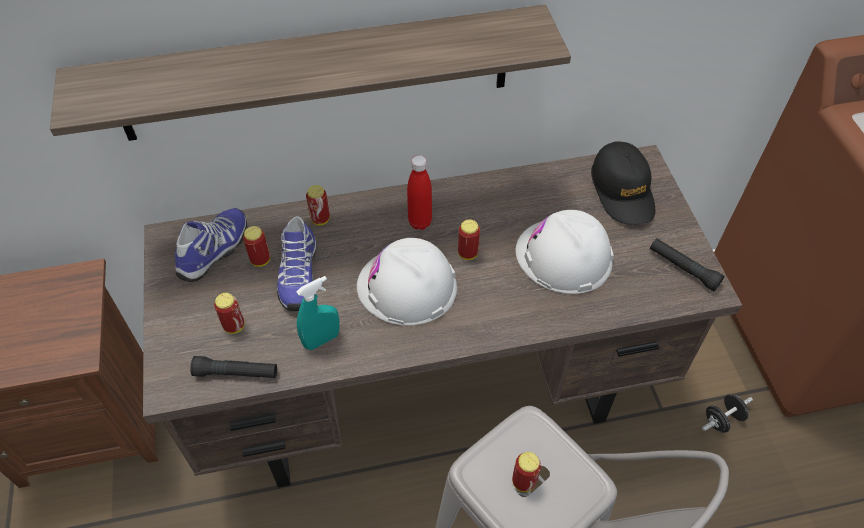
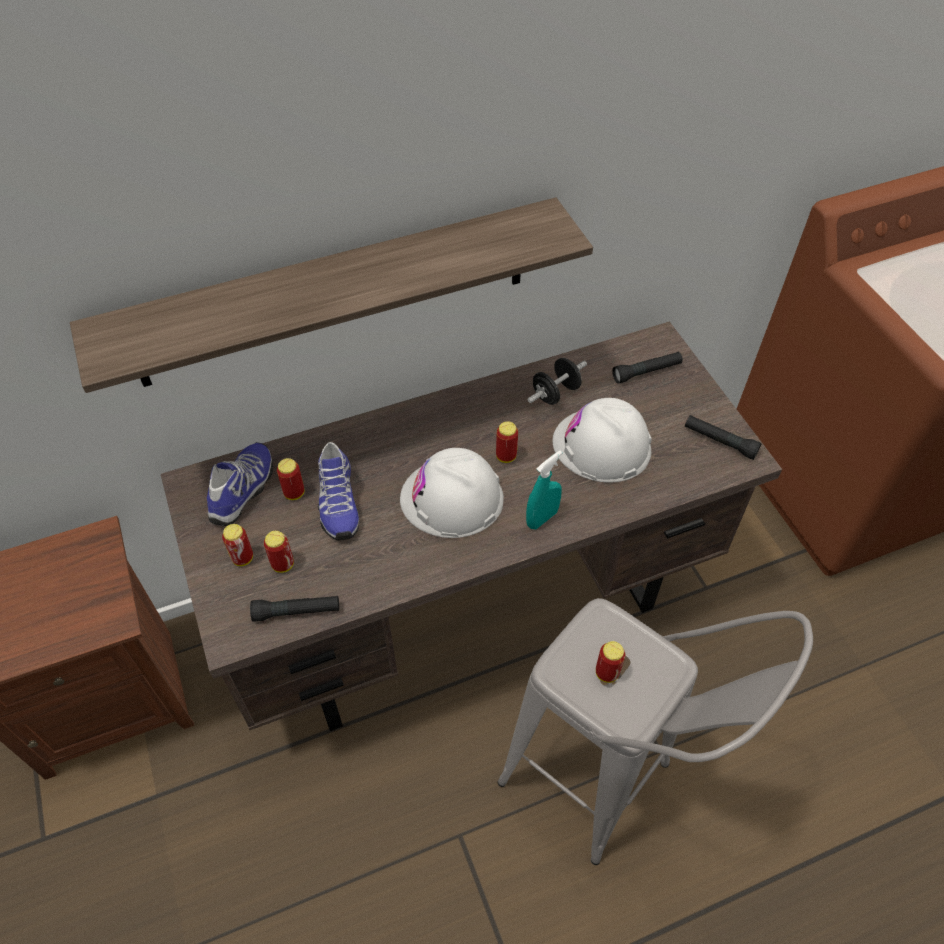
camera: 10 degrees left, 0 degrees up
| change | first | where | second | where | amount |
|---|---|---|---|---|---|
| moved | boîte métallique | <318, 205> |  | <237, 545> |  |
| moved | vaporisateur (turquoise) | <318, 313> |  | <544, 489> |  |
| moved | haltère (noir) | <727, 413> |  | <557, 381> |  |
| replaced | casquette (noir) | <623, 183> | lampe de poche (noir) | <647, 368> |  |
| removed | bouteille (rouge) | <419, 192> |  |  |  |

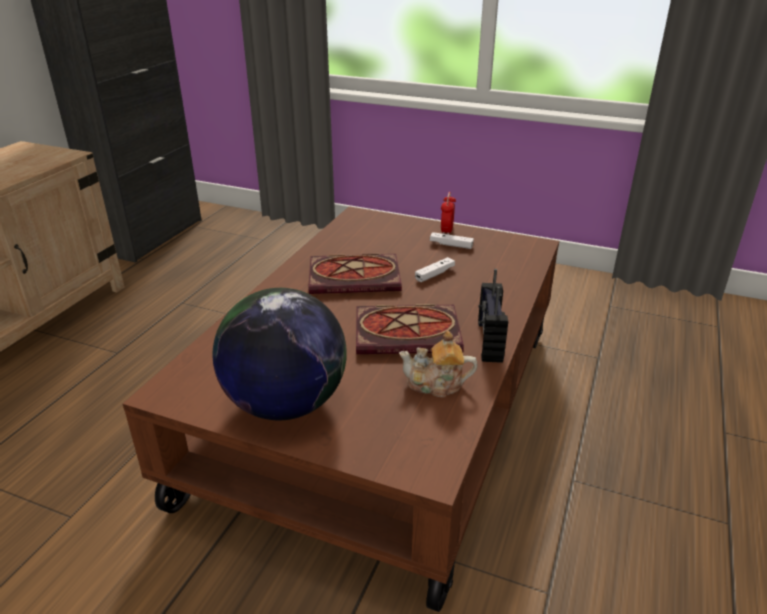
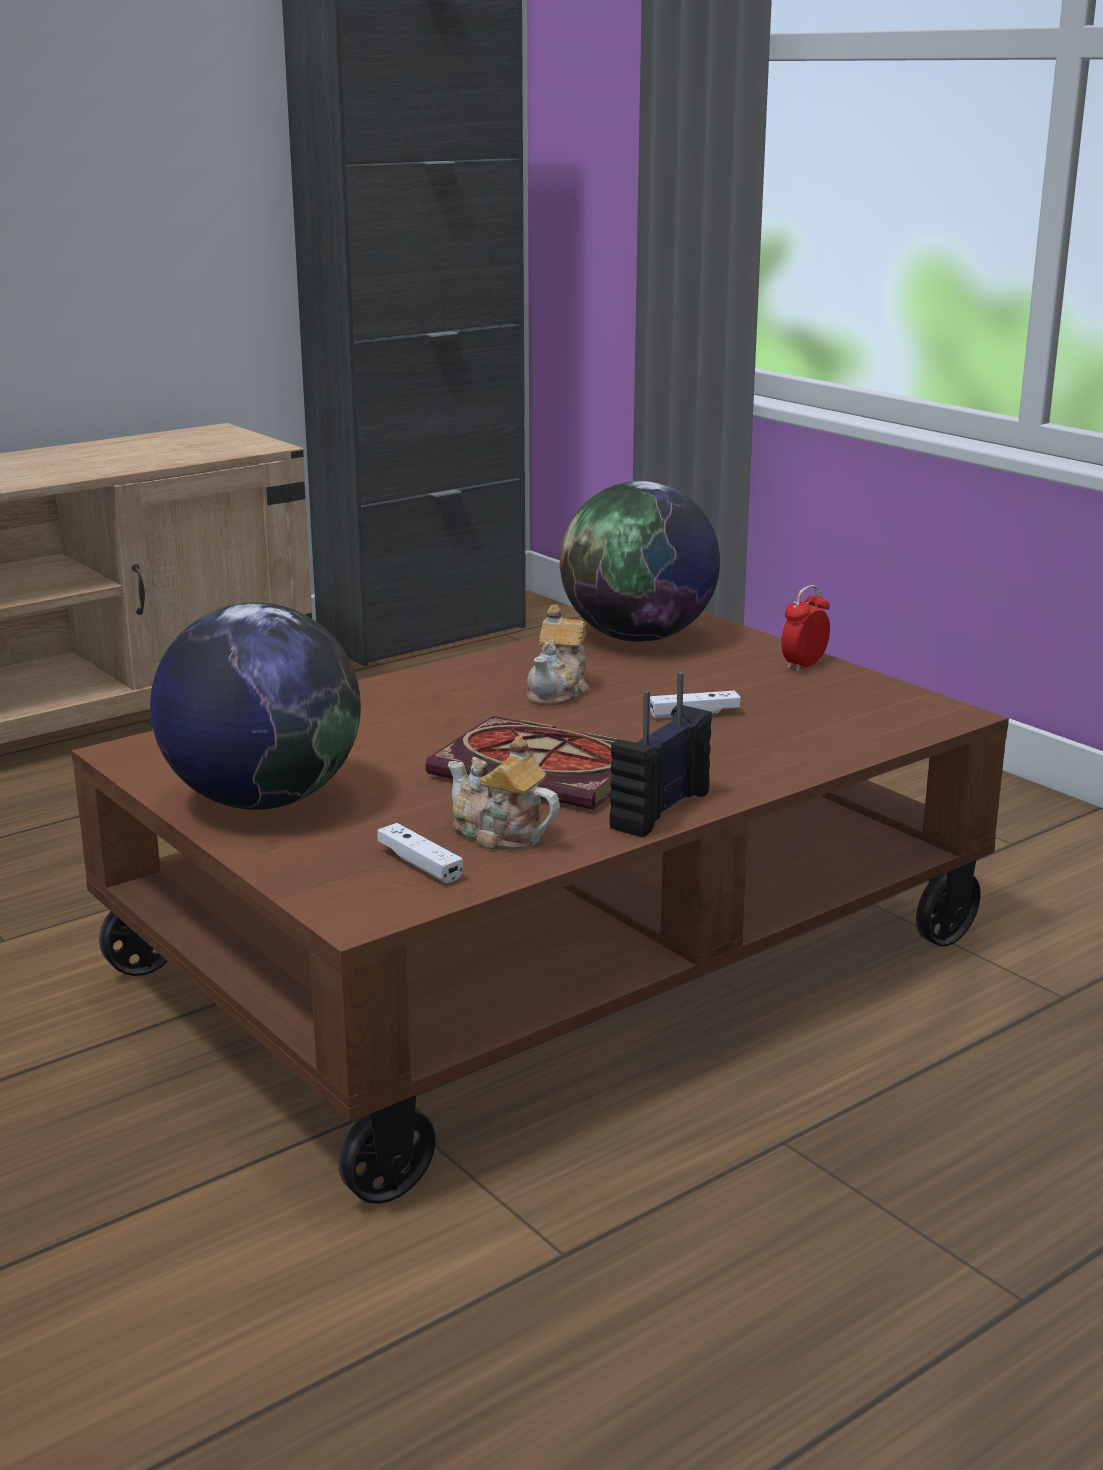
camera: 30 degrees right, 10 degrees down
| change | first | where | second | where | amount |
|---|---|---|---|---|---|
| moved | manette (blanc) | <452, 240> |  | <420, 853> |  |
| replaced | livre | <355, 273> | théière | <558, 655> |  |
| added |  |  | globe | <640, 561> |  |

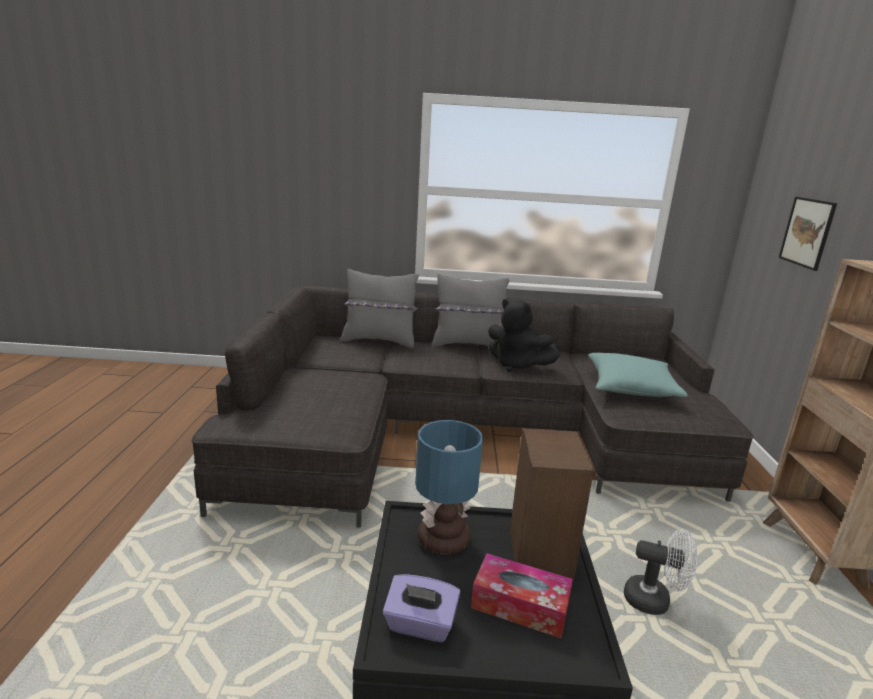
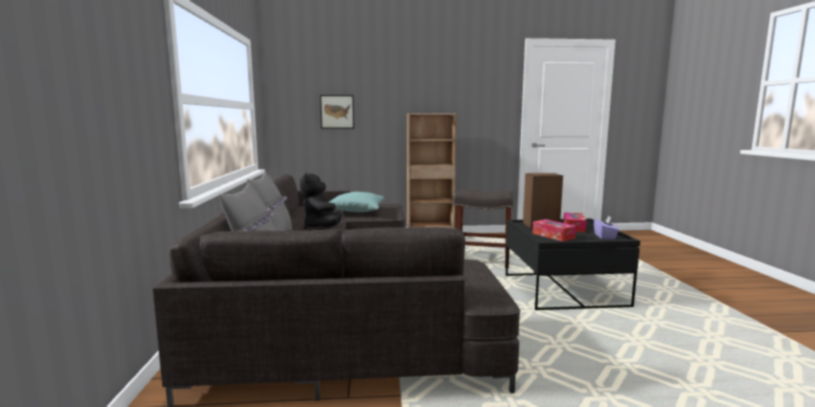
camera: 95 degrees left, 10 degrees down
| change | first | where | second | where | amount |
|---|---|---|---|---|---|
| turned | peluche (noir) | <524, 335> |  | <321, 201> | 135 degrees clockwise |
| replaced | ventilateur (blanc) | <660, 572> | tabouret (gris) | <483, 228> |  |
| replaced | lampe de table | <449, 487> | boîte à mouchoirs | <554, 230> |  |

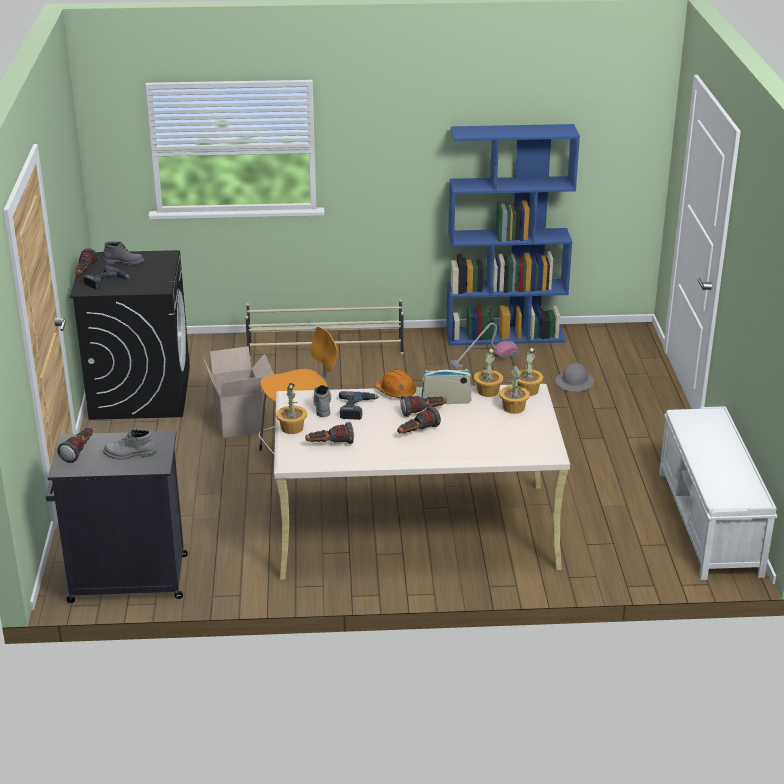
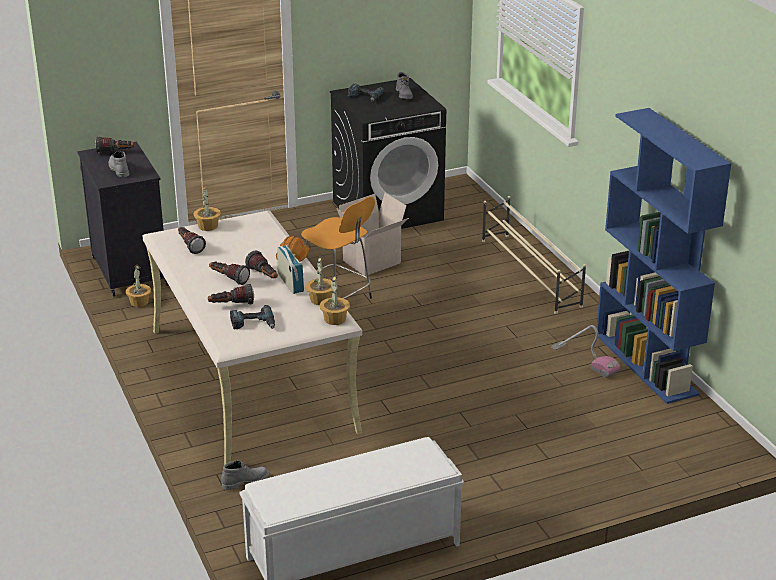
camera: 70 degrees right, 0 degrees up
| change | first | where | second | where | amount |
|---|---|---|---|---|---|
| moved | plante en pot | <514, 388> |  | <138, 285> |  |
| moved | lampe de poche | <87, 261> |  | <231, 294> |  |
| moved | botte (gris) | <322, 401> |  | <245, 475> |  |
| moved | perceuse | <359, 405> |  | <252, 317> |  |
| removed | casque de chantier (gris) | <575, 377> |  |  |  |

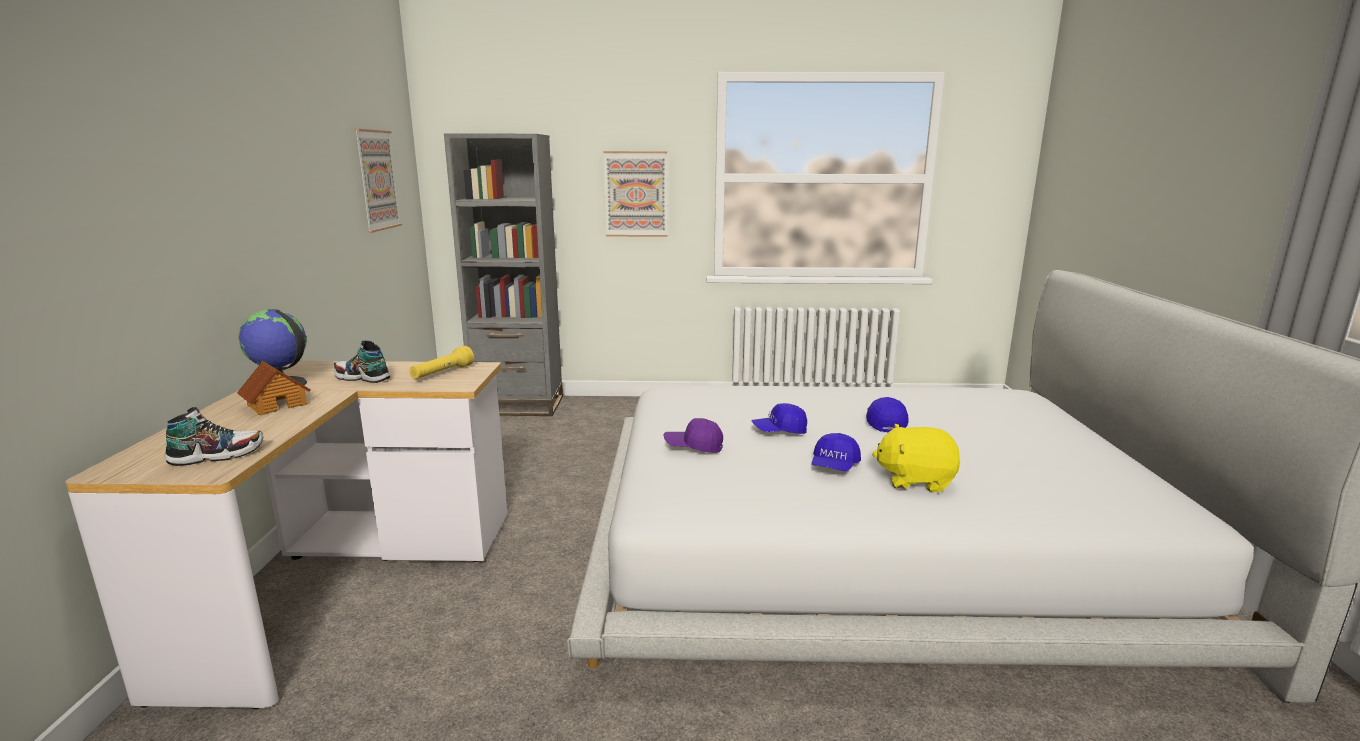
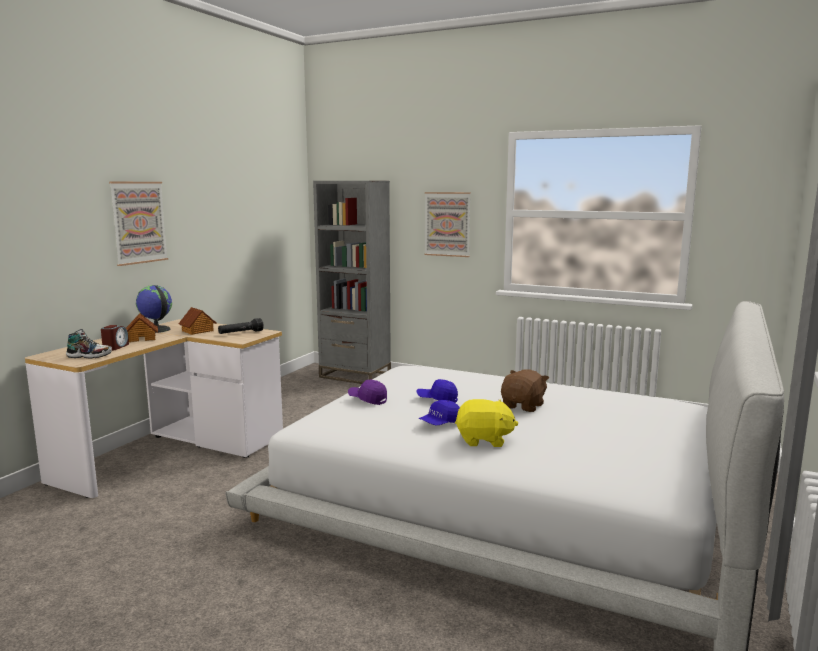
camera: 25 degrees right, 5 degrees down
| change | first | where | second | where | amount |
|---|---|---|---|---|---|
| added |  |  | réveil | <115, 338> |  |
| moved | tableau | <378, 181> |  | <138, 224> |  |
| replaced | chaussure | <362, 362> | maison miniature | <197, 321> |  |
| recoloured | lampe de poche (jaune) | <442, 362> | lampe de poche (noir) | <241, 326> |  |
| turned | peluche (jaune) | <916, 458> |  | <487, 423> | 150 degrees clockwise |
| replaced | casquette (bleu) | <887, 414> | peluche (marron) | <525, 390> |  |

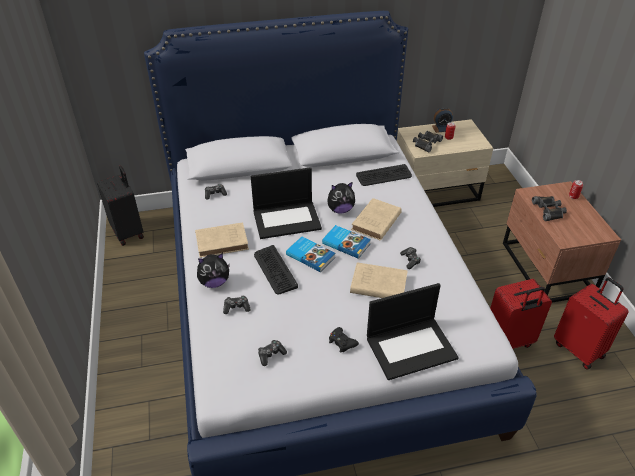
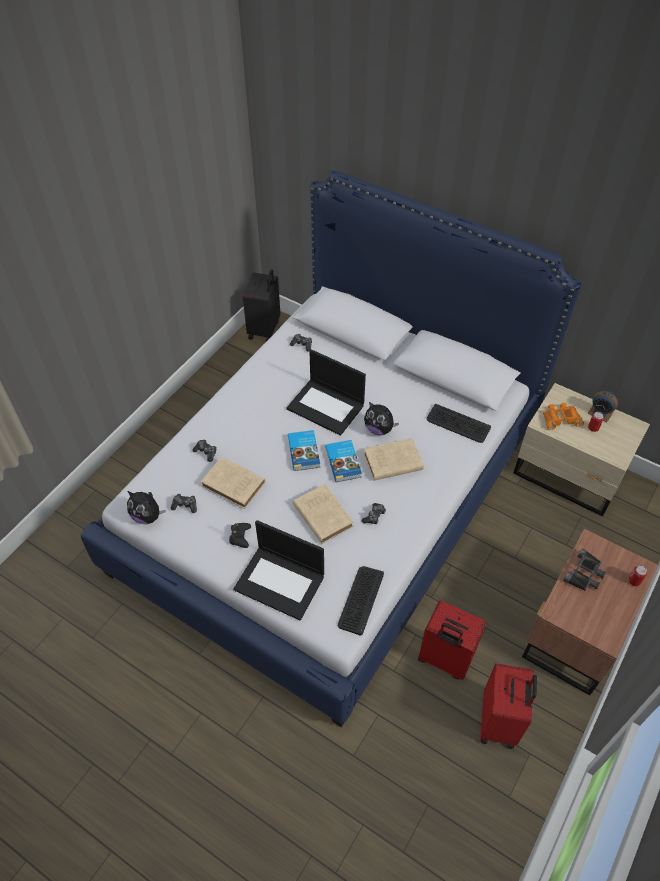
camera: 45 degrees right, 10 degrees up
| change | first | where | second | where | amount |
|---|---|---|---|---|---|
| moved | peluche | <213, 270> |  | <146, 507> |  |
| moved | livre (beige) | <222, 240> |  | <233, 483> |  |
| moved | clavier | <276, 270> |  | <361, 601> |  |
| recoloured | jumelles (noir) | <428, 142> | jumelles (orange) | <563, 416> |  |

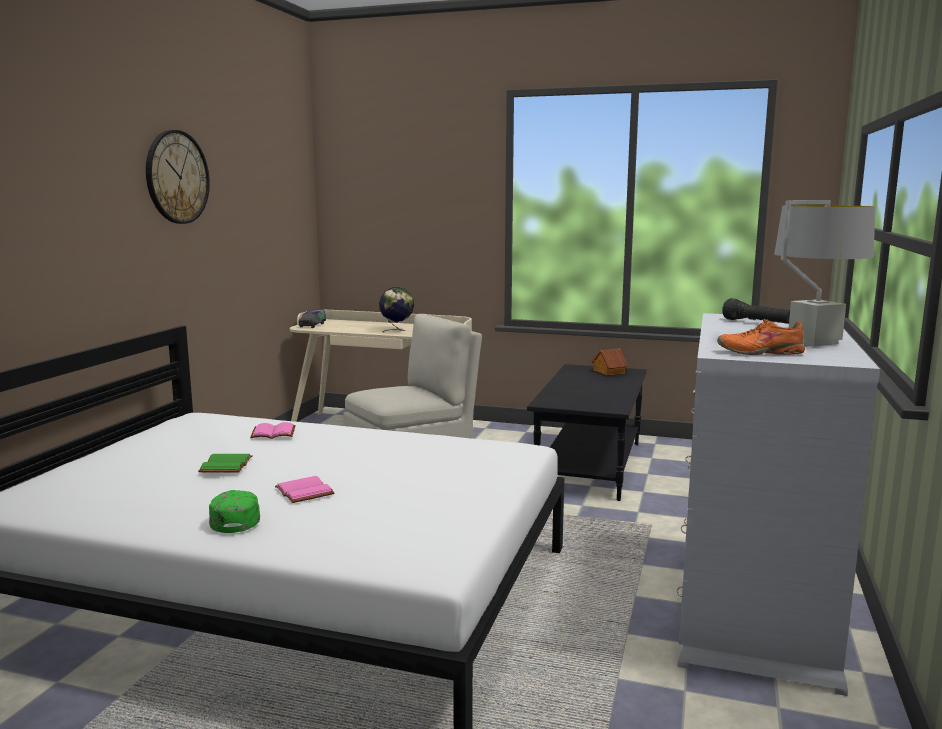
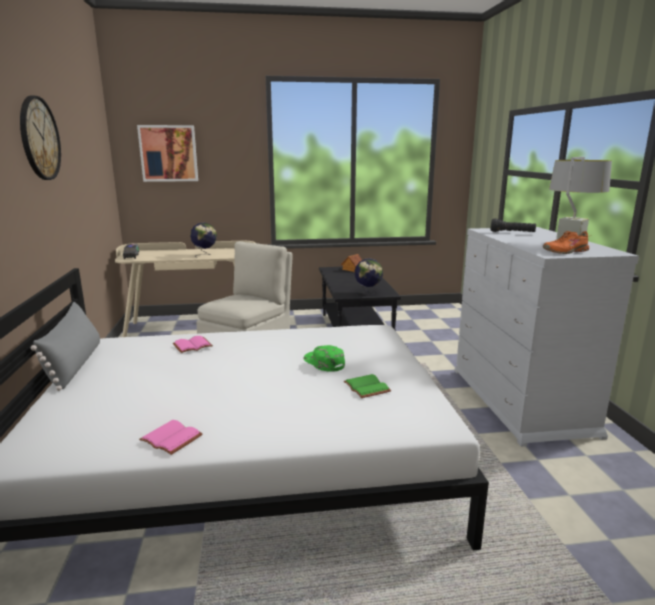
camera: 25 degrees left, 5 degrees up
| change | first | where | second | where | amount |
|---|---|---|---|---|---|
| added |  |  | coussin (gris) | <65, 346> |  |
| added |  |  | tableau | <167, 153> |  |
| moved | livre (rose) | <304, 489> |  | <171, 437> |  |
| moved | casquette (vert) | <234, 511> |  | <324, 358> |  |
| moved | livre (vert) | <225, 463> |  | <367, 386> |  |
| added |  |  | globe | <369, 276> |  |

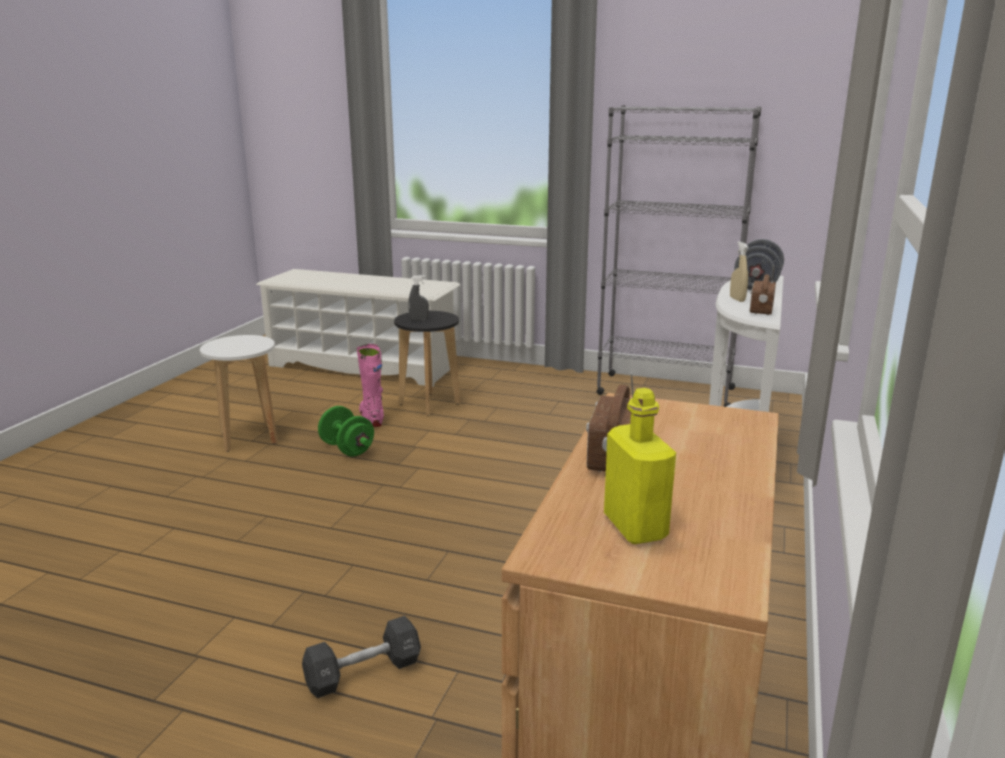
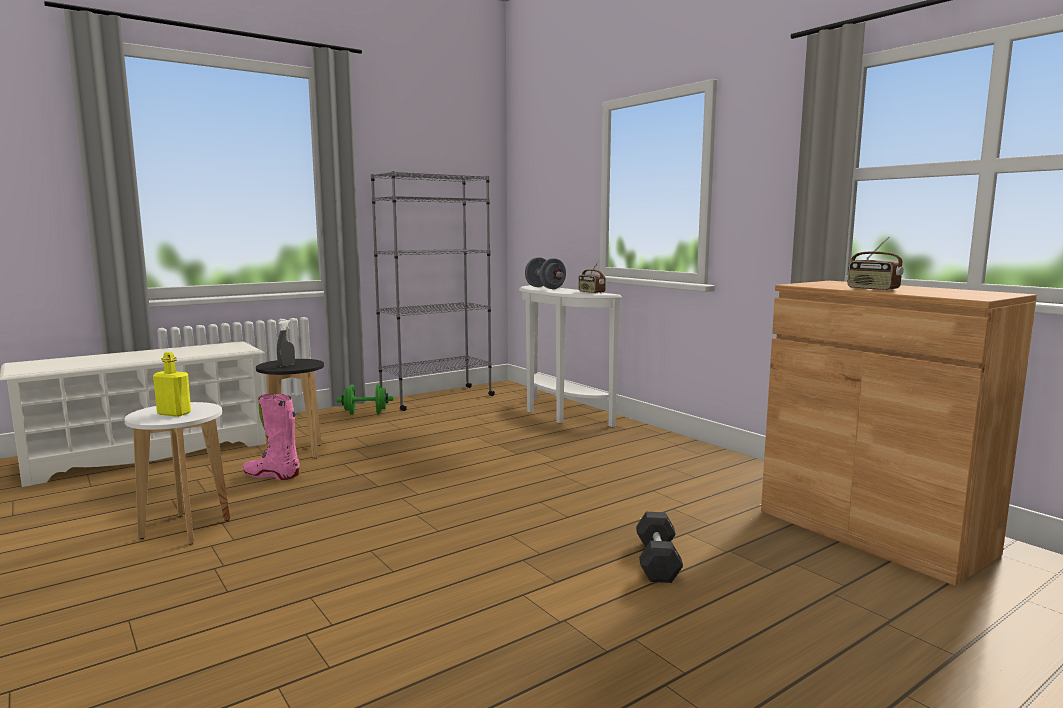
camera: 55 degrees left, 10 degrees down
| change | first | where | second | where | amount |
|---|---|---|---|---|---|
| moved | bouteille (jaune) | <640, 466> |  | <172, 384> |  |
| moved | haltère (vert) | <346, 431> |  | <365, 399> |  |
| removed | vaporisateur (beige) | <739, 271> |  |  |  |

